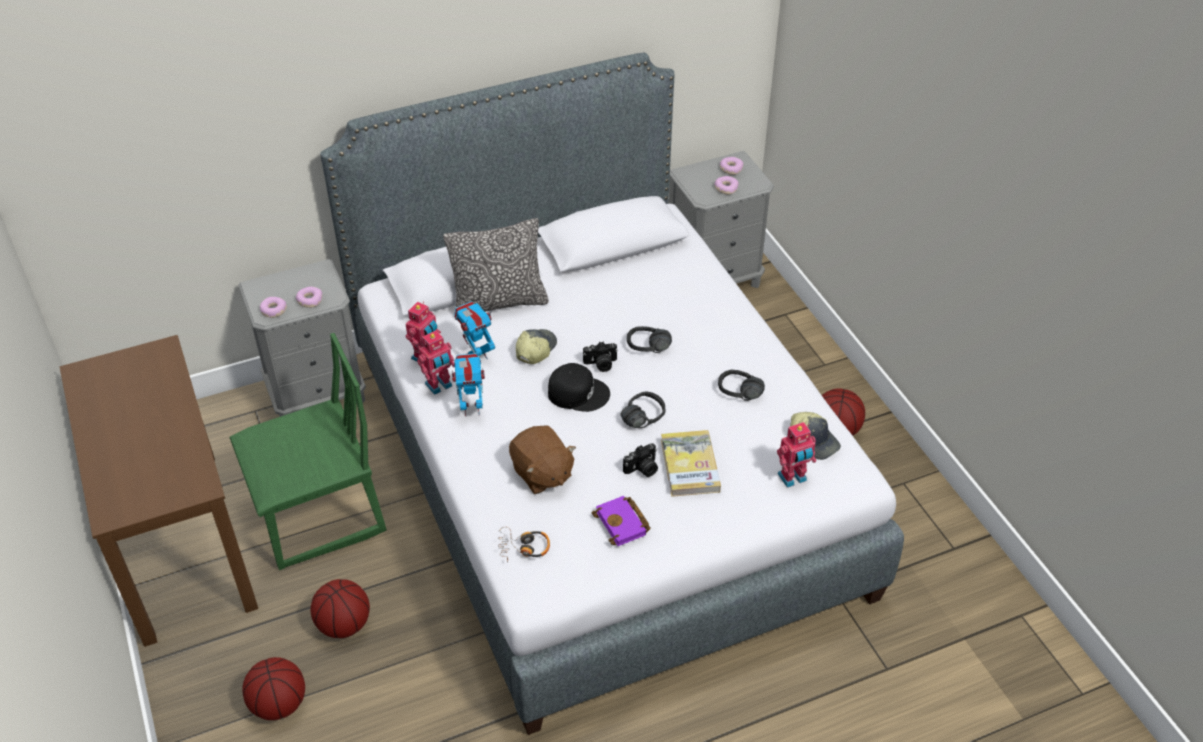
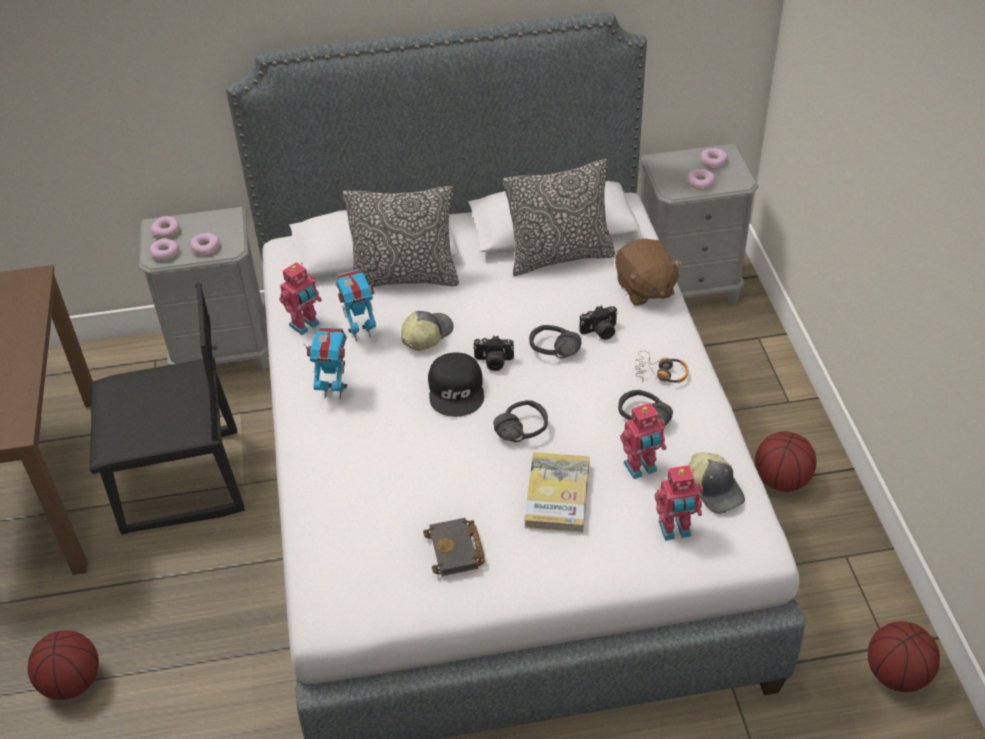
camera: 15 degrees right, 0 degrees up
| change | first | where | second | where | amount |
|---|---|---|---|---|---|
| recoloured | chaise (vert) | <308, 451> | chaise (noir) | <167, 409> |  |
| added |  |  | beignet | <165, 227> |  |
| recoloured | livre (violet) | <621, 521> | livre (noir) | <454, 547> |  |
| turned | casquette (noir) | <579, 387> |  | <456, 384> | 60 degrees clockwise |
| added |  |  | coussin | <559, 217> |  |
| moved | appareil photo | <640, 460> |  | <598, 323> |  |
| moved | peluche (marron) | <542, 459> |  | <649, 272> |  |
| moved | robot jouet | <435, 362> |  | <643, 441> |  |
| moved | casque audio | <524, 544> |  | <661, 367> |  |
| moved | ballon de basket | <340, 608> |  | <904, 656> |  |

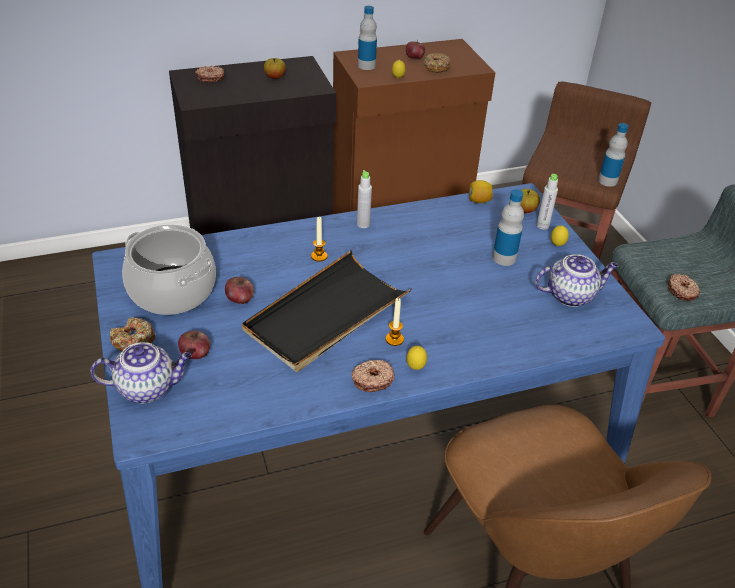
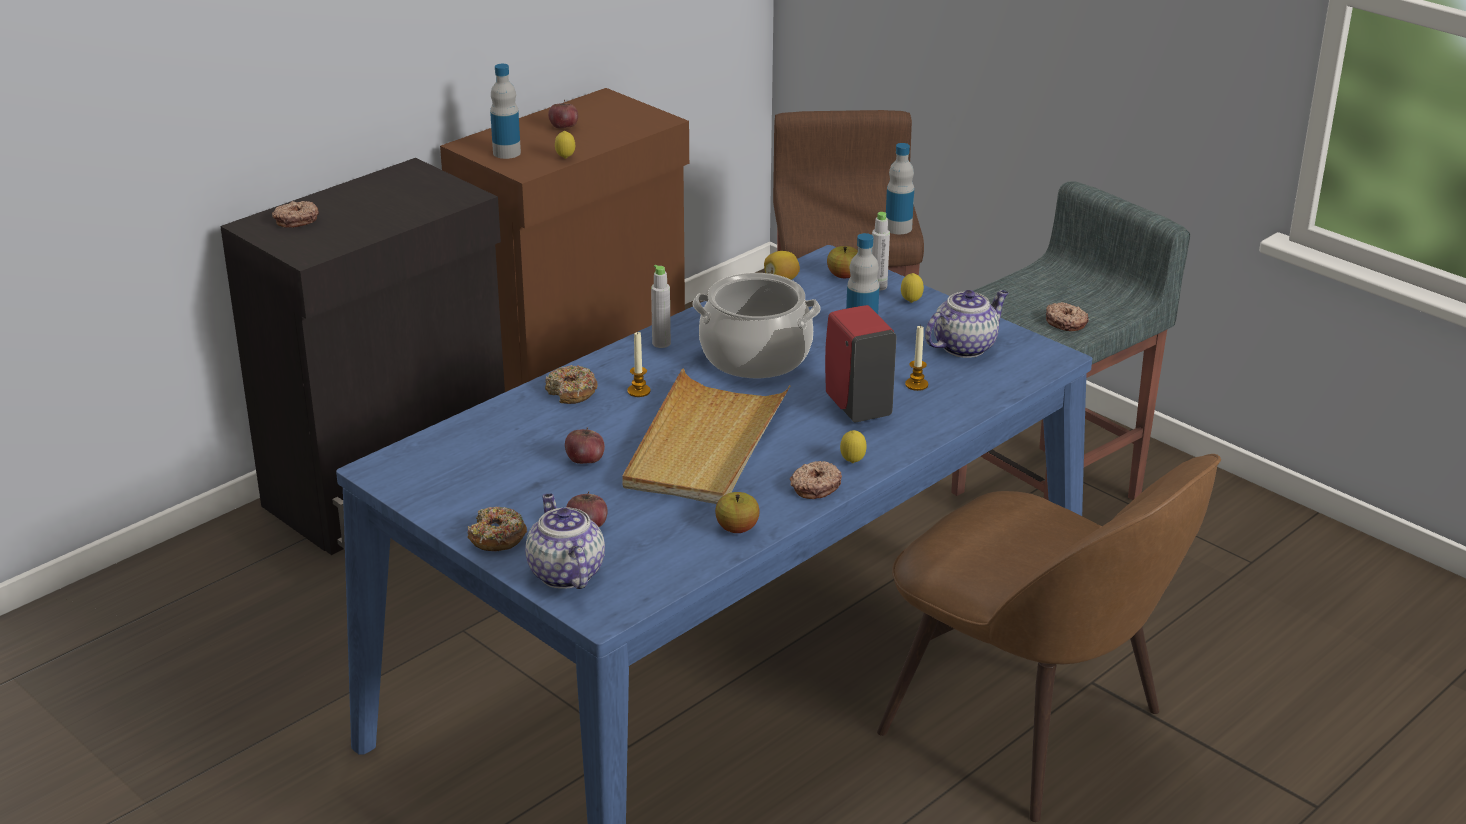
camera: 25 degrees left, 10 degrees down
| change | first | where | second | where | amount |
|---|---|---|---|---|---|
| turned | théière | <141, 372> |  | <565, 541> | 75 degrees counterclockwise |
| moved | beignet | <437, 63> |  | <571, 384> |  |
| recoloured | plateau (noir) | <327, 311> | plateau (beige) | <706, 436> |  |
| moved | marmite | <169, 269> |  | <756, 325> |  |
| moved | pomme | <275, 68> |  | <737, 512> |  |
| added |  |  | distributeur de savon (rouge) | <861, 363> |  |
| moved | bougie | <394, 322> |  | <916, 358> |  |

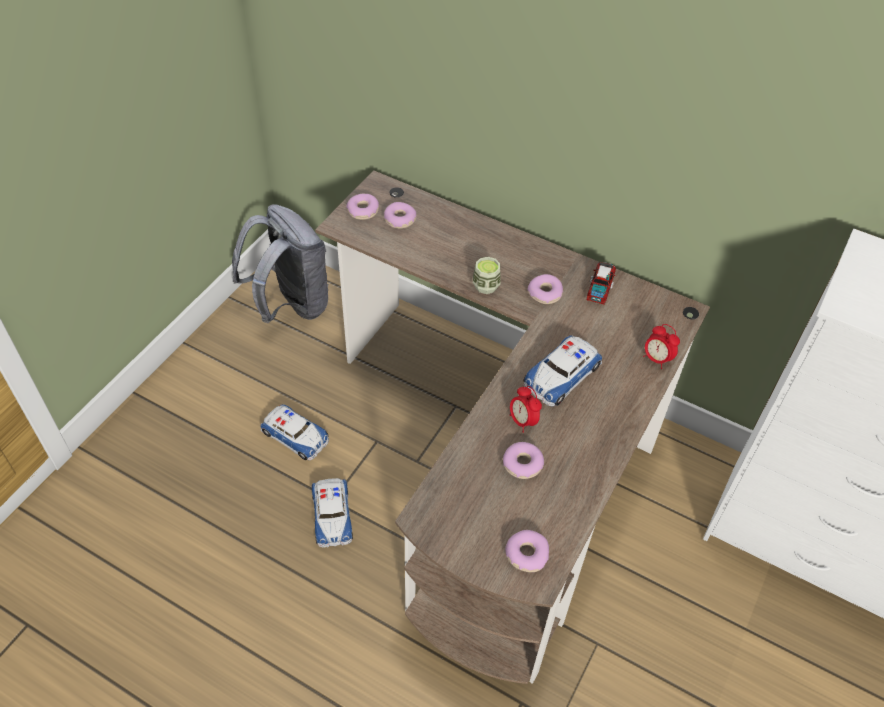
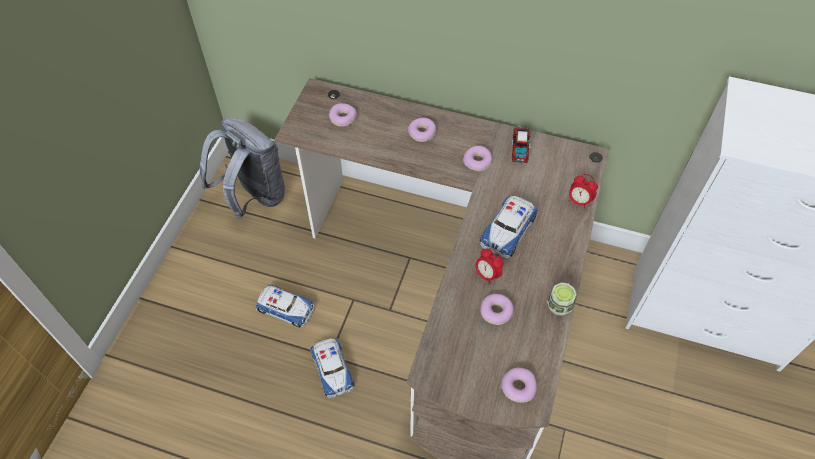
camera: 10 degrees left, 5 degrees up
| change | first | where | second | where | amount |
|---|---|---|---|---|---|
| moved | beignet | <362, 207> |  | <422, 130> |  |
| moved | tasse | <487, 275> |  | <562, 299> |  |

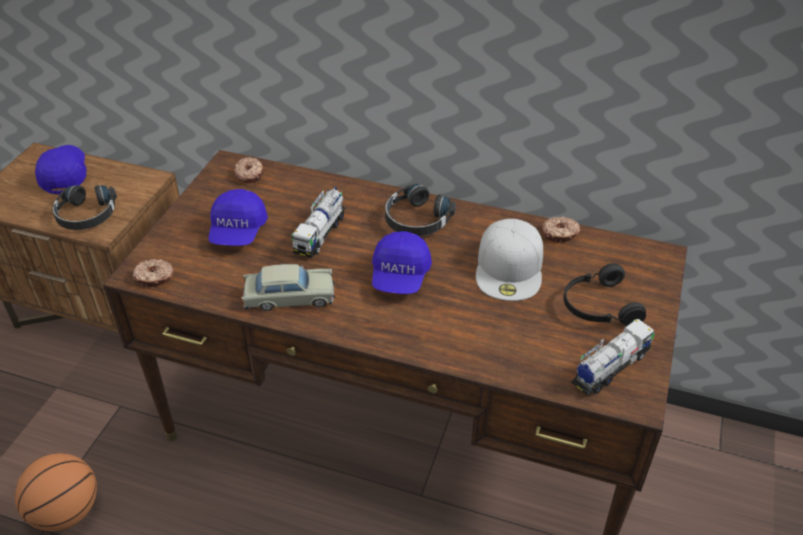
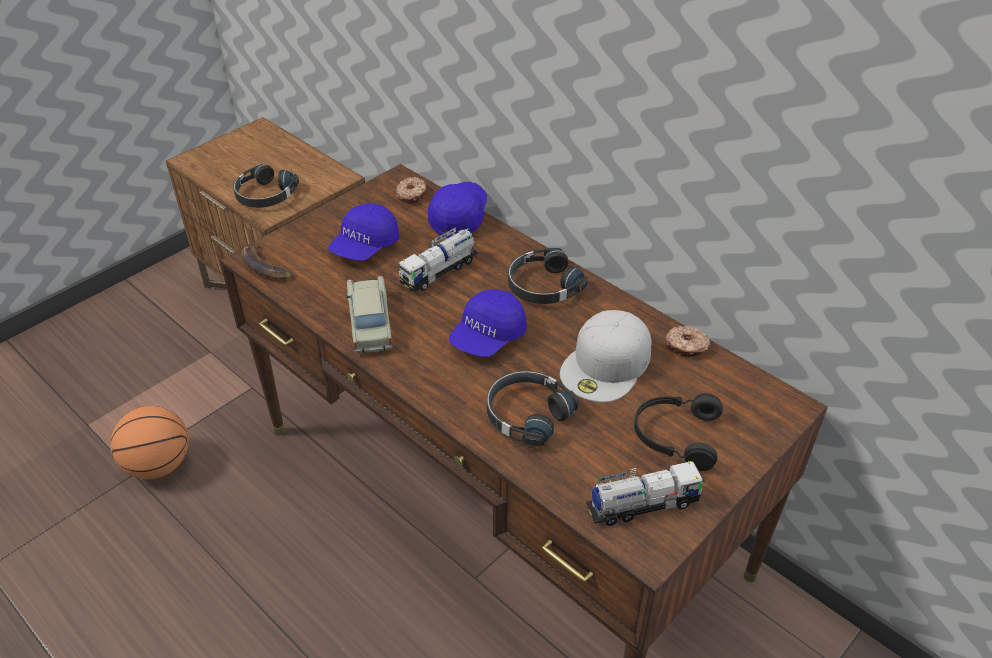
camera: 25 degrees right, 0 degrees up
| change | first | where | second | where | amount |
|---|---|---|---|---|---|
| replaced | beignet | <153, 273> | banane | <267, 261> |  |
| turned | petite voiture (beige) | <288, 287> |  | <369, 314> | 120 degrees counterclockwise |
| moved | casquette (bleu) | <60, 169> |  | <457, 210> |  |
| added |  |  | casque audio (noir) | <533, 409> |  |

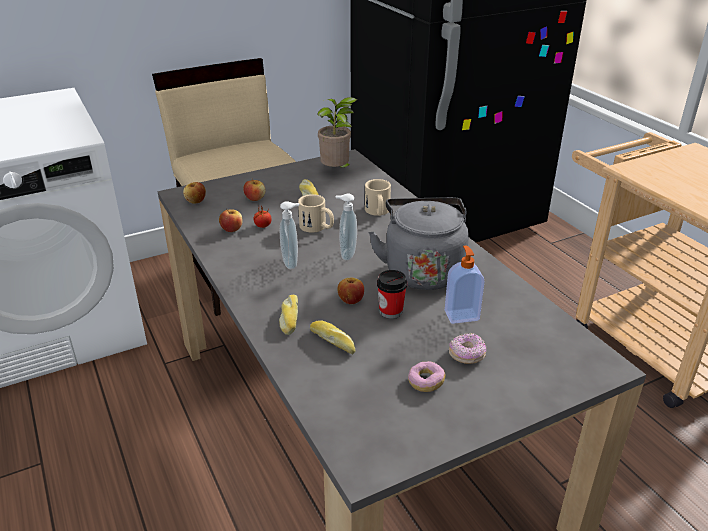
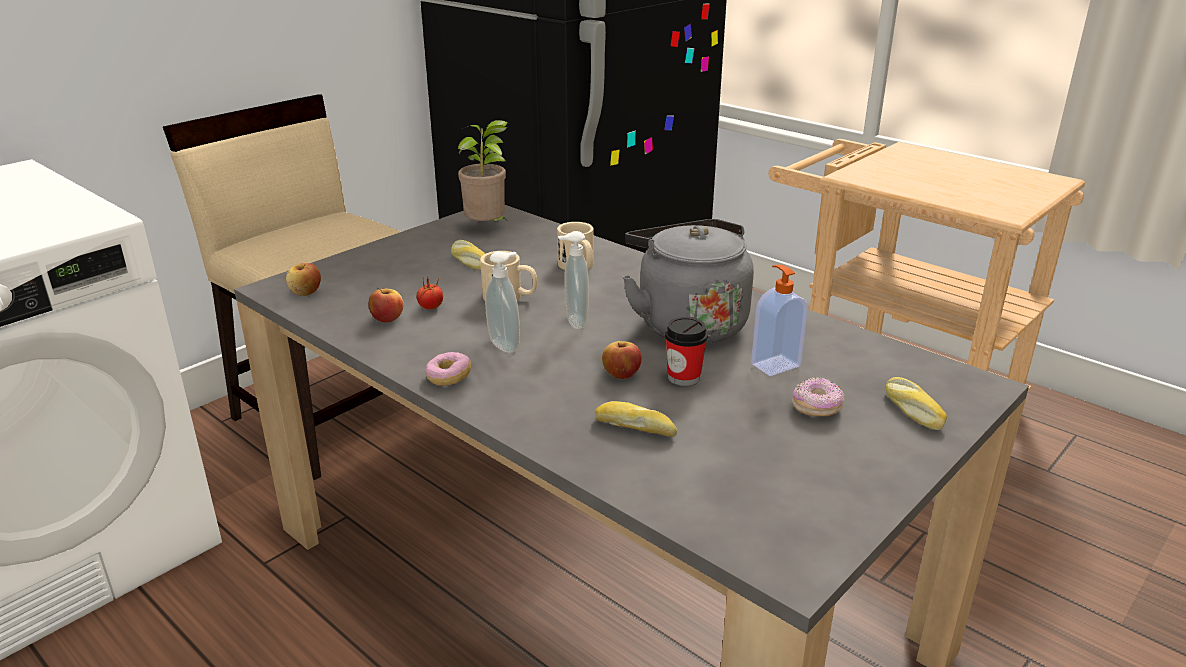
camera: 20 degrees left, 5 degrees down
| change | first | where | second | where | amount |
|---|---|---|---|---|---|
| moved | beignet | <426, 376> |  | <448, 368> |  |
| moved | pain | <288, 315> |  | <916, 403> |  |
| removed | pomme | <254, 189> |  |  |  |

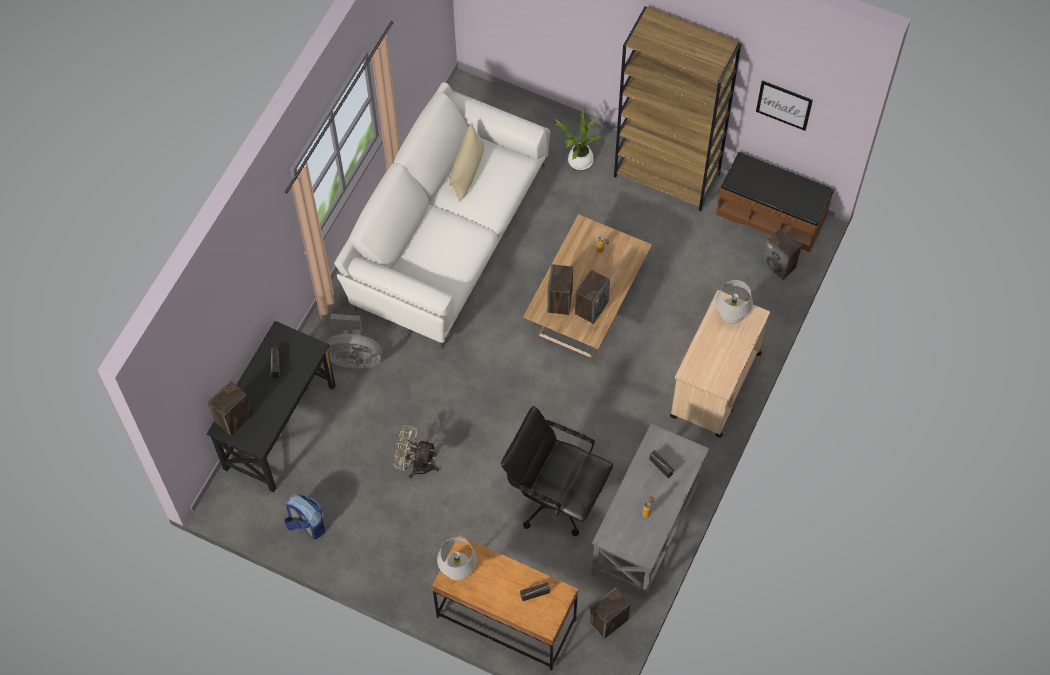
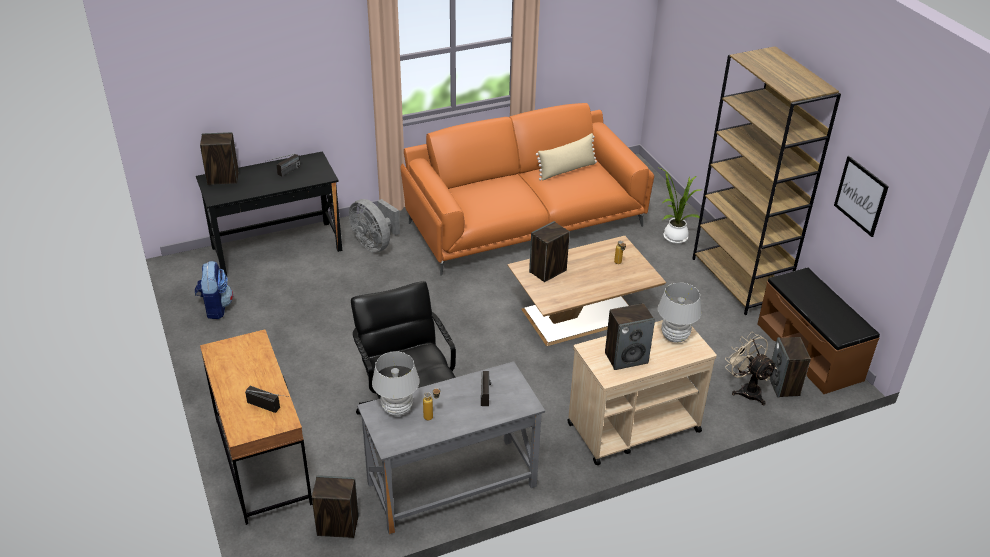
camera: 40 degrees right, 25 degrees down
| change | first | where | second | where | amount |
|---|---|---|---|---|---|
| moved | lampe de table (blanc) | <457, 558> |  | <396, 383> |  |
| recoloured | canapé (blanc) | <442, 215> | canapé (orange) | <527, 189> |  |
| moved | enceinte | <592, 297> |  | <630, 336> |  |
| moved | ventilateur (beige) | <416, 451> |  | <751, 368> |  |

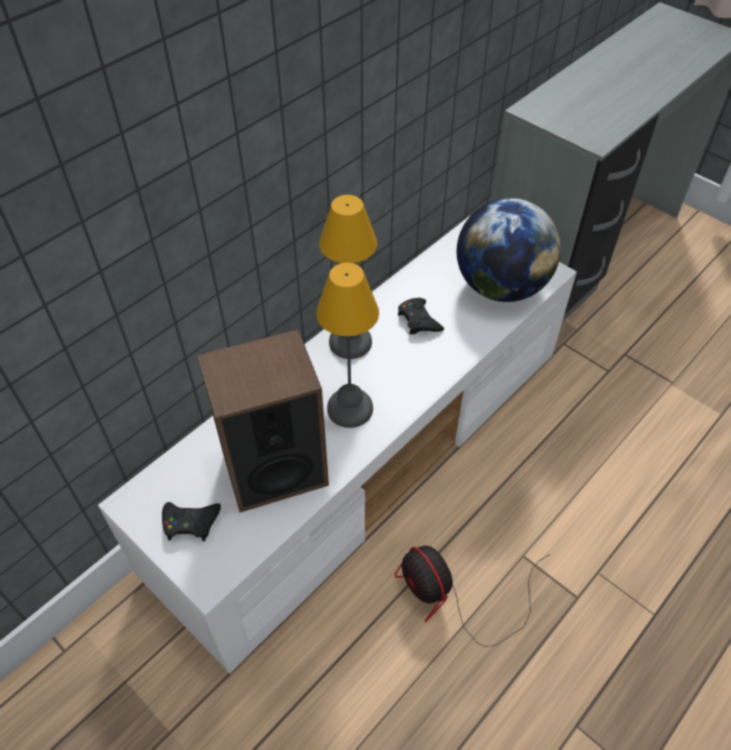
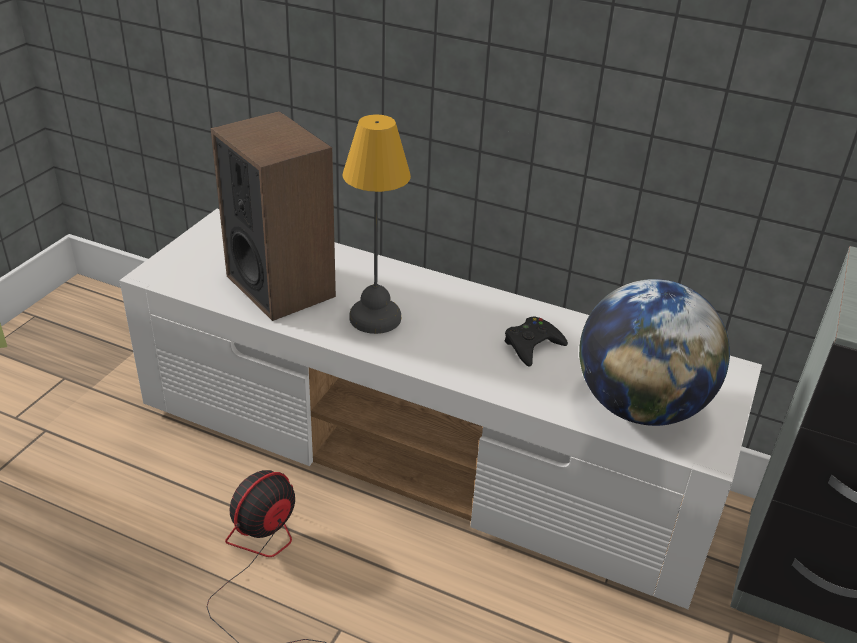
camera: 70 degrees right, 15 degrees down
| change | first | where | second | where | amount |
|---|---|---|---|---|---|
| removed | manette (noir) | <191, 521> |  |  |  |
| removed | lampe de table | <348, 277> |  |  |  |

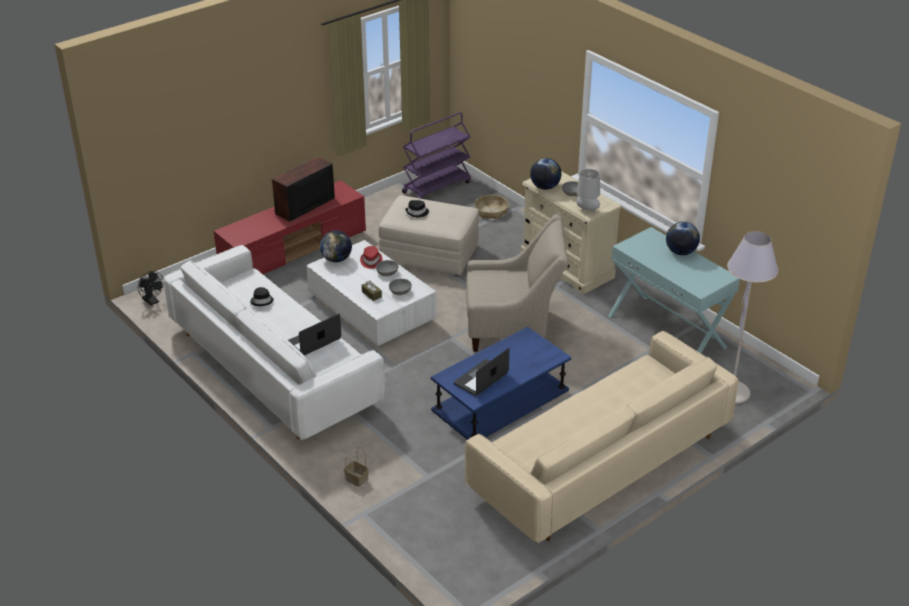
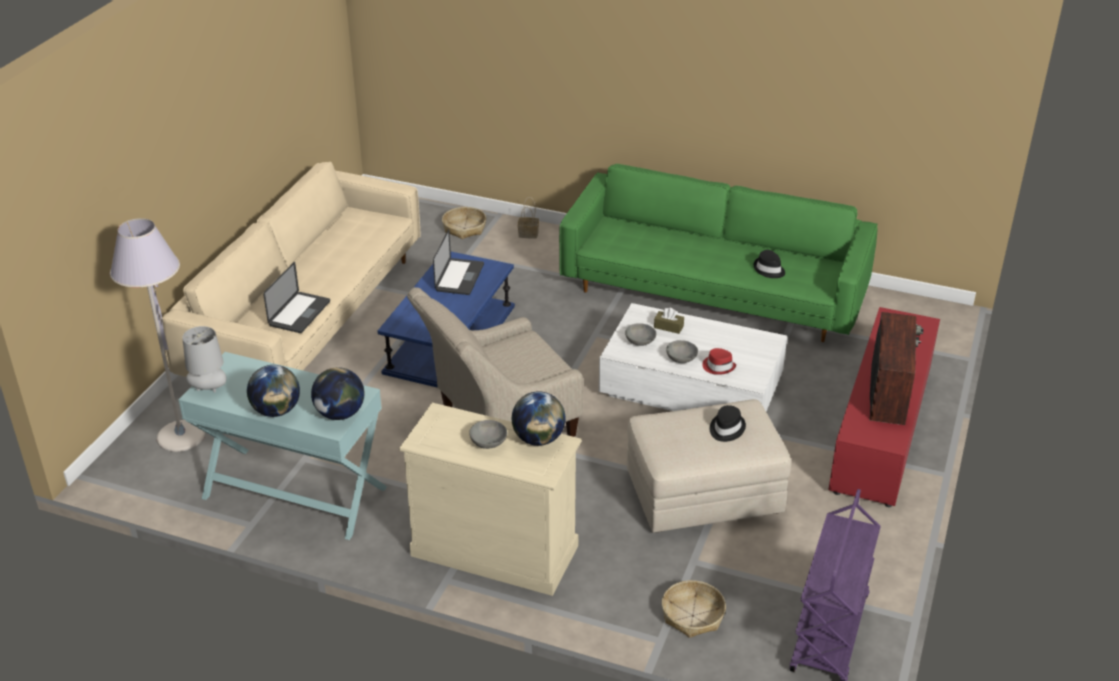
camera: 150 degrees right, 0 degrees up
| change | first | where | second | where | amount |
|---|---|---|---|---|---|
| moved | lampe de table (gris) | <588, 191> |  | <204, 359> |  |
| moved | ordinateur portable | <314, 335> |  | <296, 297> |  |
| moved | globe | <336, 246> |  | <338, 393> |  |
| added |  |  | panier | <464, 223> |  |
| recoloured | canapé (blanc) | <274, 342> | canapé (vert) | <718, 253> |  |
| removed | ventilateur (noir) | <151, 288> |  |  |  |

